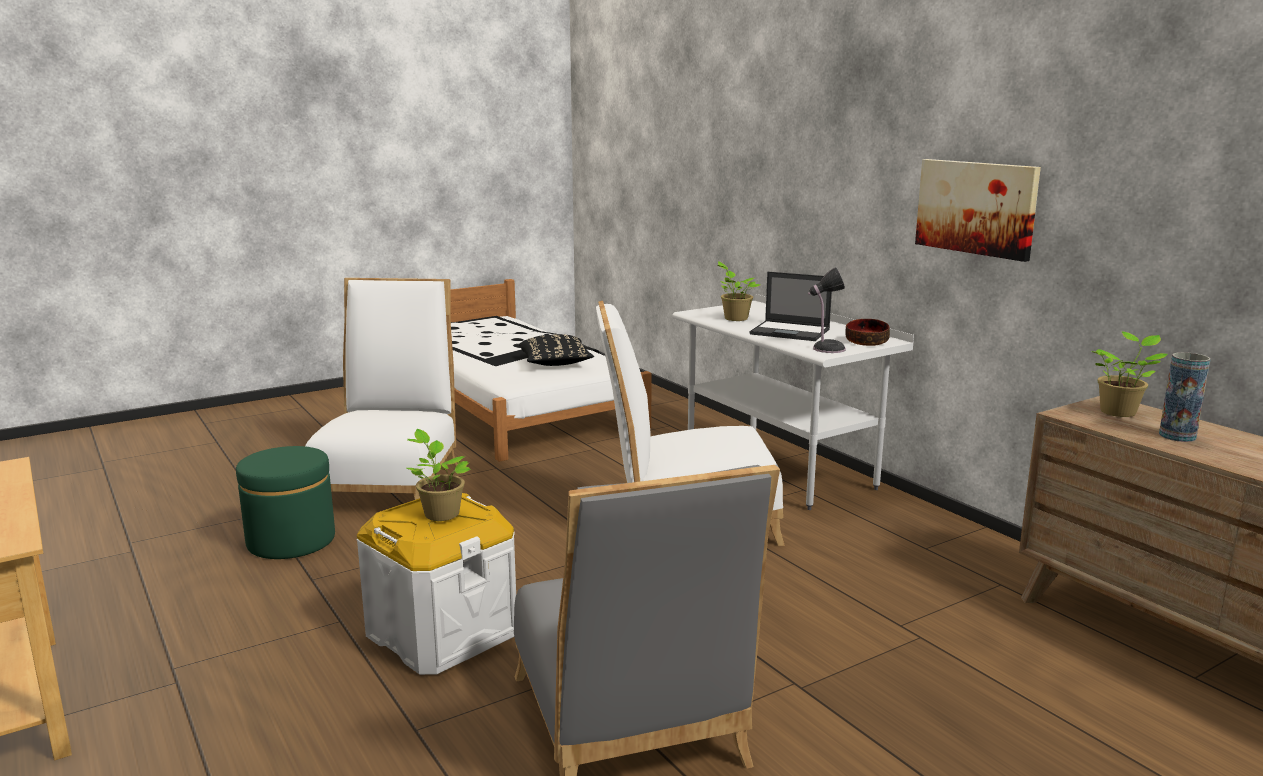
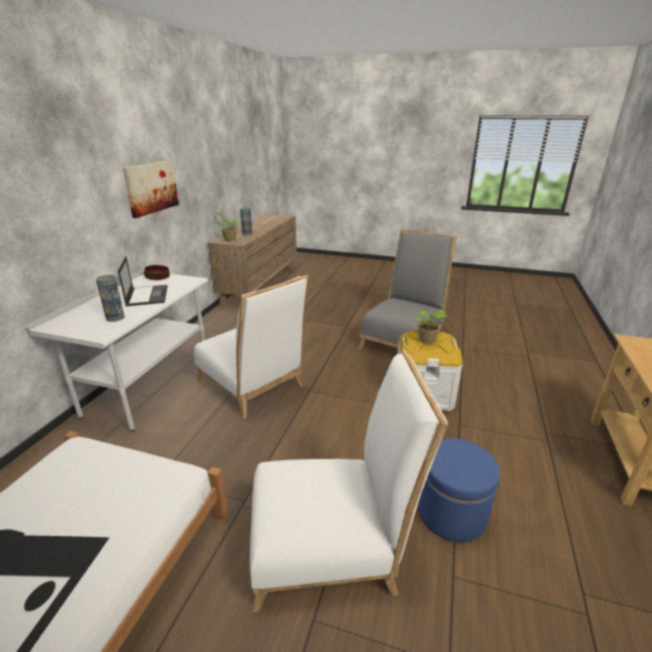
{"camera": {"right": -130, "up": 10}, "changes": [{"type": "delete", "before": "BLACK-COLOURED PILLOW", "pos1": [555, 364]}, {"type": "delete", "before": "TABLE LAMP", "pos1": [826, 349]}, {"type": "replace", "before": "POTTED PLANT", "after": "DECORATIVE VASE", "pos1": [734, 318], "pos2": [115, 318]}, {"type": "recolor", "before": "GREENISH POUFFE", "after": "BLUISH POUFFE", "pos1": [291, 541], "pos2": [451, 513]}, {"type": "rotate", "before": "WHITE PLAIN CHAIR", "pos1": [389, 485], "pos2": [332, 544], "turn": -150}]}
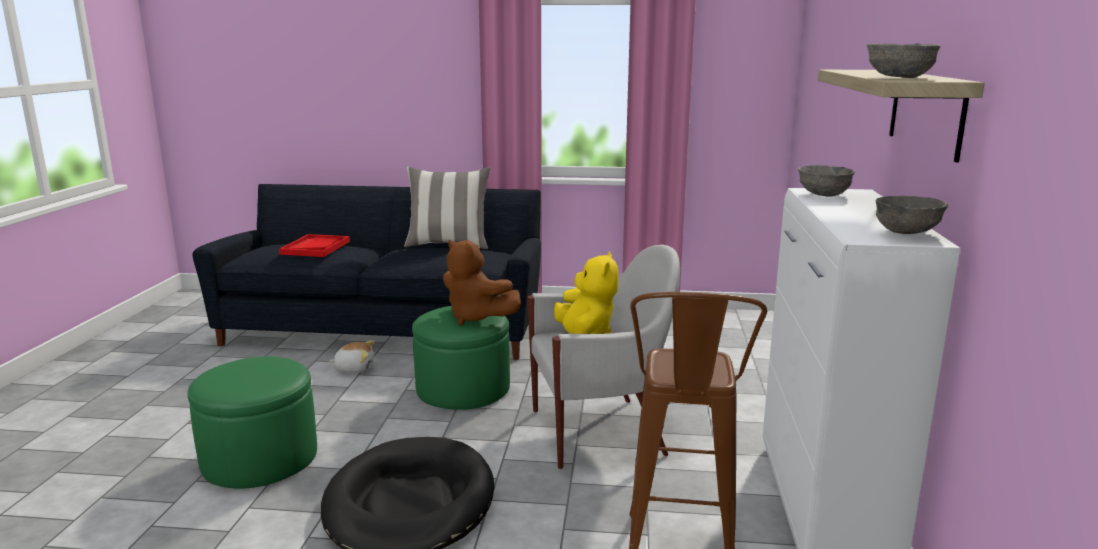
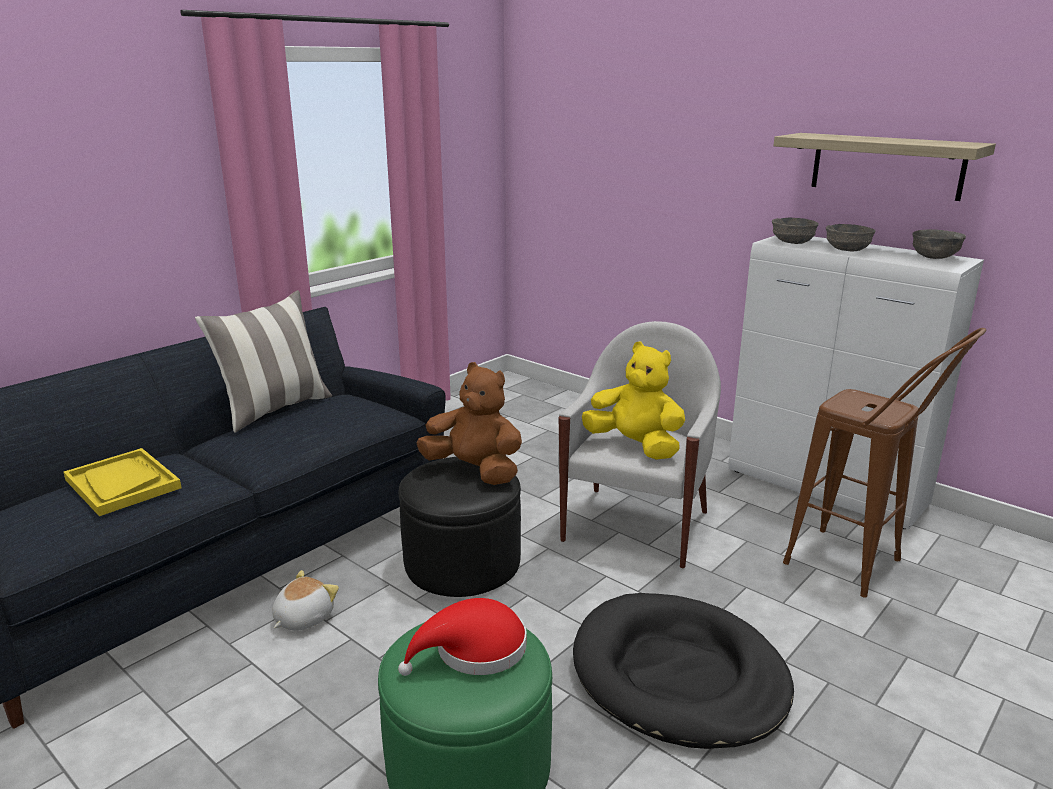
{"camera": {"right": -55, "up": 5}, "changes": [{"type": "insert", "after": "REDDISH HAT", "pos2": [474, 650]}, {"type": "move", "before": "GRAY BOWL", "pos1": [898, 77], "pos2": [846, 250]}, {"type": "recolor", "before": "REDDISH TRAY", "after": "YELLOW TRAY", "pos1": [315, 247], "pos2": [122, 484]}, {"type": "recolor", "before": "GREENISH POUFFE", "after": "BLACK-COLOURED POUFFE", "pos1": [463, 389], "pos2": [462, 562]}, {"type": "rotate", "before": "BROWN-COLOURED SOFT TOY", "pos1": [476, 318], "pos2": [475, 471], "turn": -135}]}
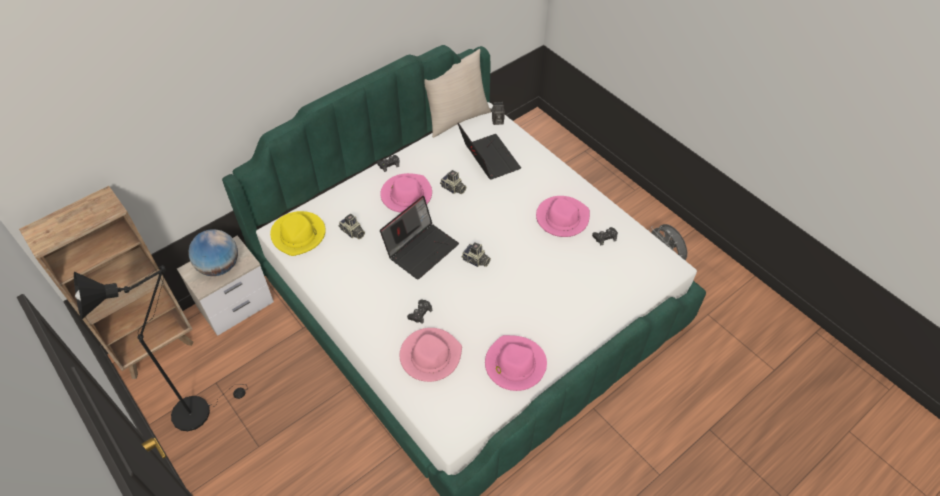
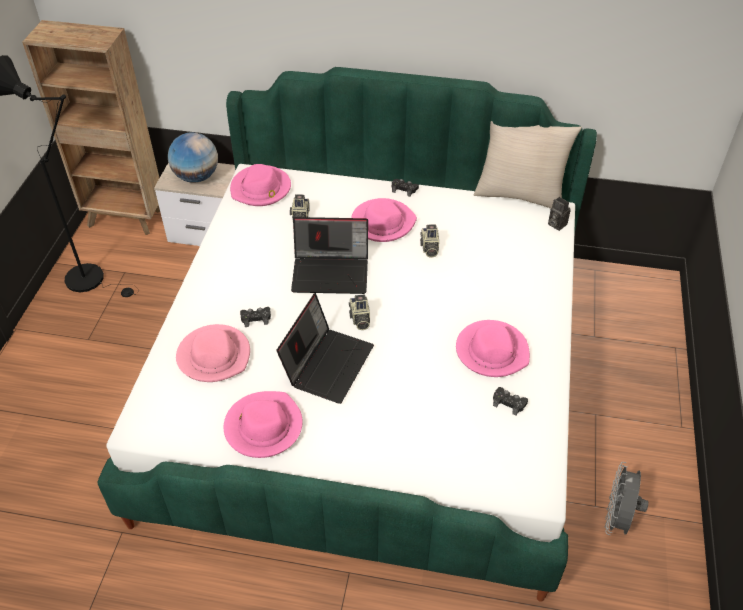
{"camera": {"right": 50, "up": -5}, "changes": [{"type": "move", "before": "LAPTOP", "pos1": [487, 158], "pos2": [327, 363]}, {"type": "recolor", "before": "YELLOW HAT", "after": "PINK HAT", "pos1": [299, 235], "pos2": [261, 189]}]}
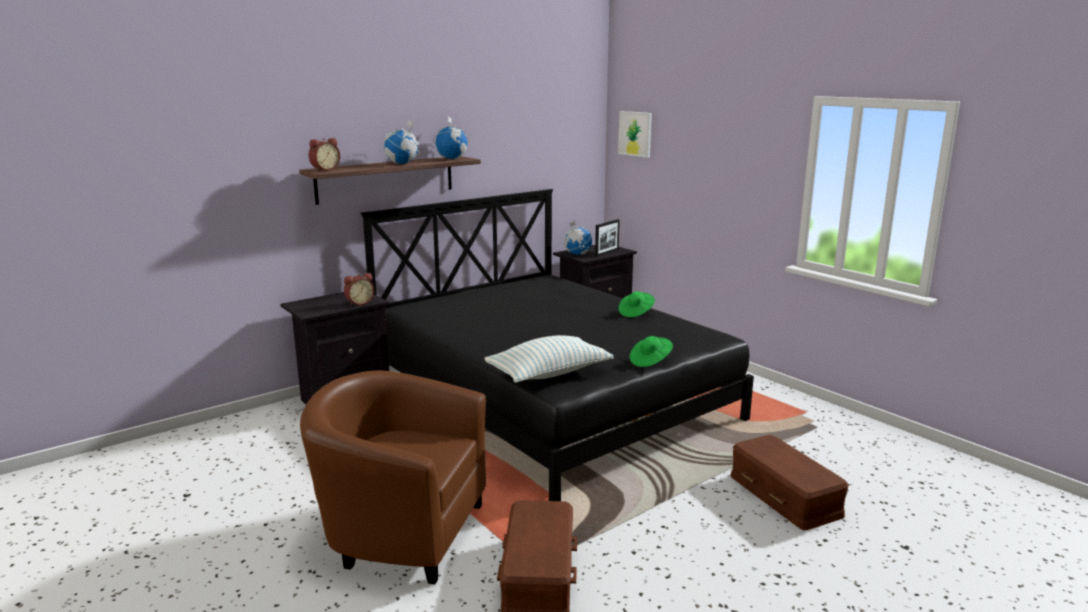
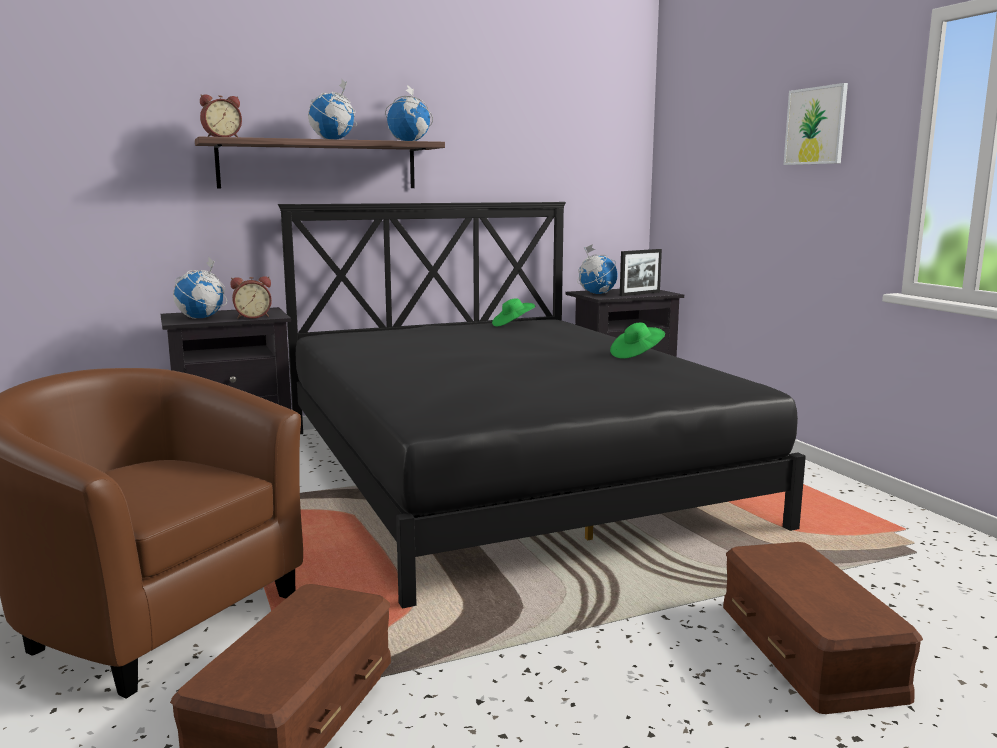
{"camera": {"right": 15, "up": -5}, "changes": [{"type": "delete", "before": "PILLOW", "pos1": [549, 374]}, {"type": "insert", "after": "WORLD GLOBE", "pos2": [201, 318]}, {"type": "move", "before": "WALL PICTURE", "pos1": [635, 133], "pos2": [815, 126]}, {"type": "move", "before": "GREENISH HAT", "pos1": [650, 361], "pos2": [513, 325]}]}
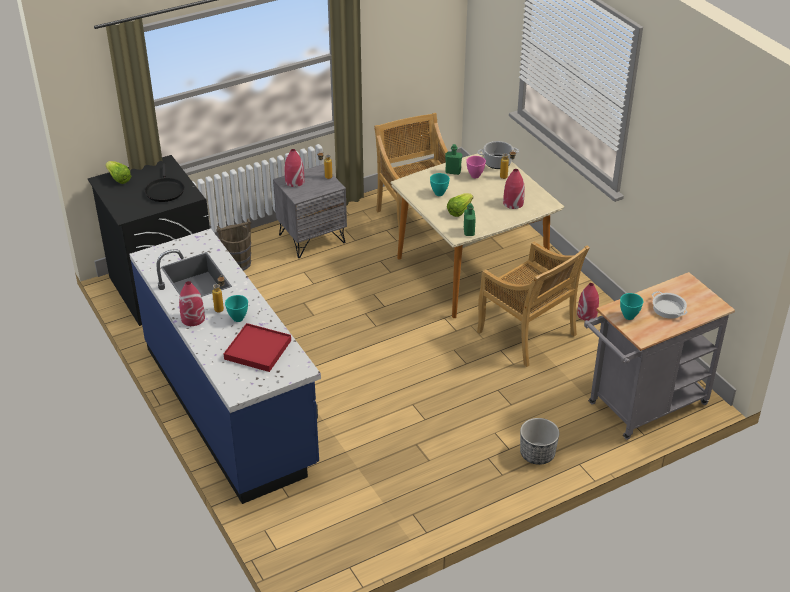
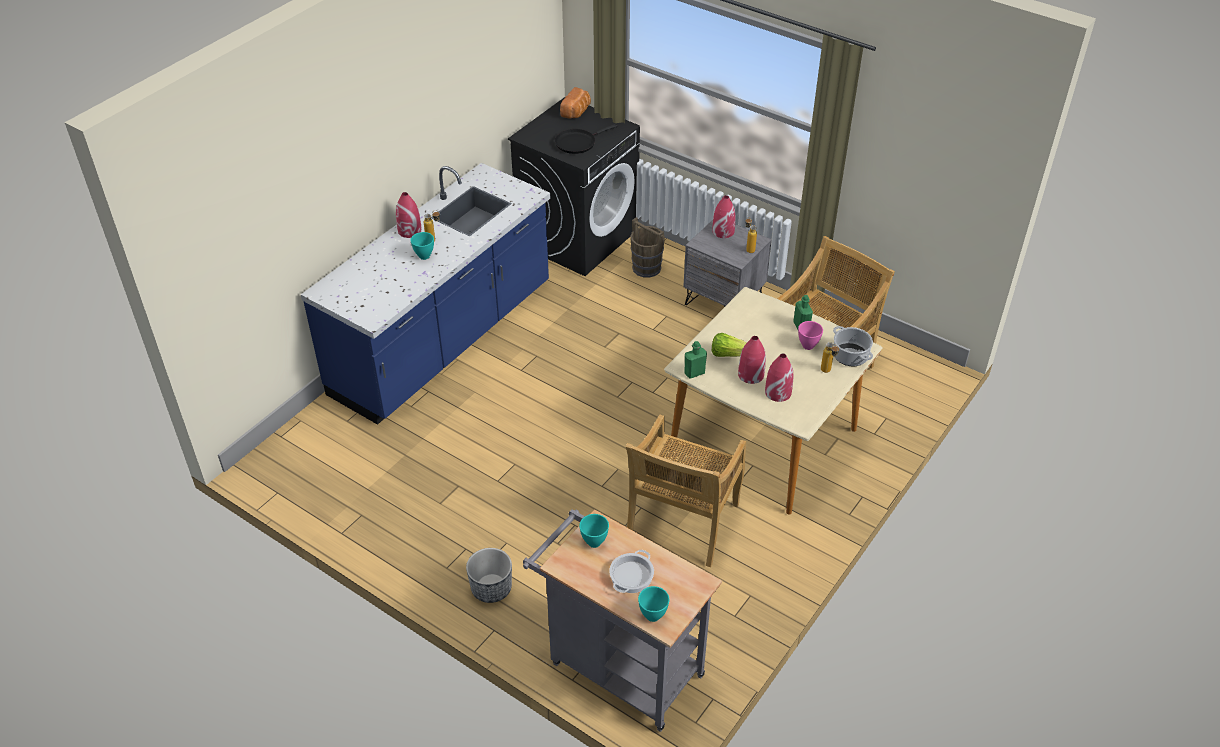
{"camera": {"right": 65, "up": 5}, "changes": [{"type": "delete", "before": "REDDISH TRAY", "pos1": [257, 350]}, {"type": "move", "before": "TURQUOISE BOWL", "pos1": [438, 193], "pos2": [652, 615]}, {"type": "move", "before": "REDDISH DECORATIVE VASE", "pos1": [587, 314], "pos2": [750, 375]}, {"type": "replace", "before": "LETTUCE HEAD", "after": "BREAD", "pos1": [118, 179], "pos2": [577, 112]}]}
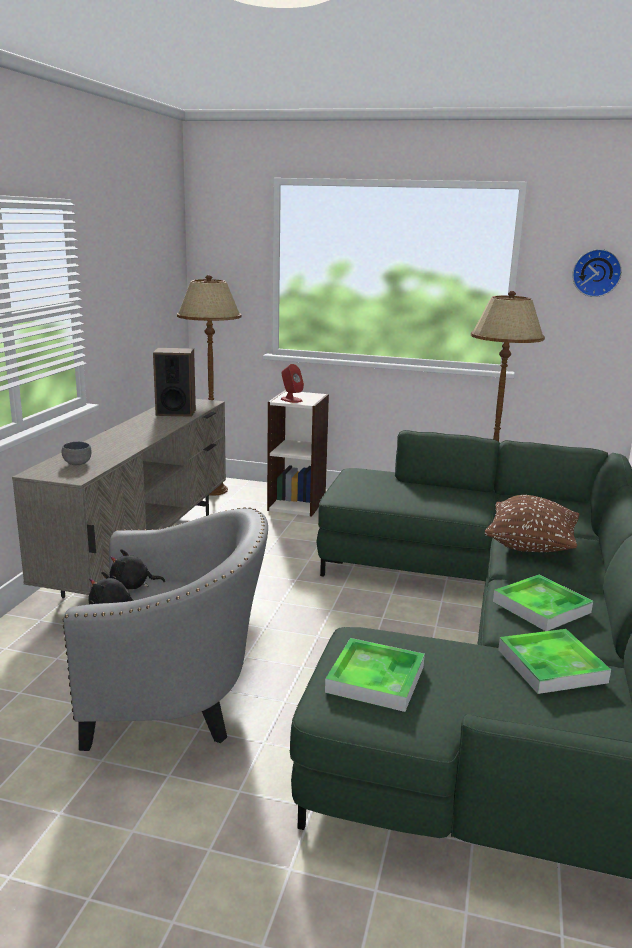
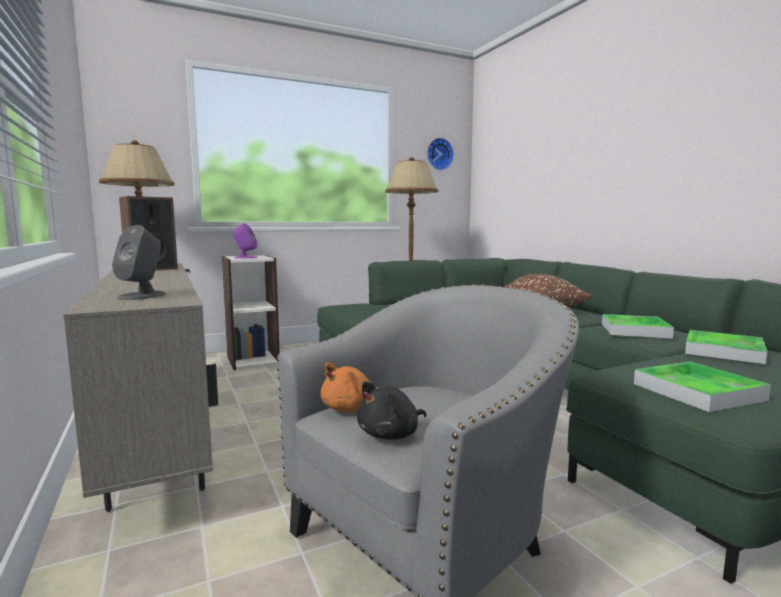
{"camera": {"right": -40, "up": -10}, "changes": [{"type": "replace", "before": "GRAY BOWL", "after": "GRAY AUDIO SPEAKER", "pos1": [78, 464], "pos2": [142, 296]}, {"type": "recolor", "before": "BLACK-COLOURED SOFT TOY", "after": "ORANGE-COLOURED SOFT TOY", "pos1": [133, 585], "pos2": [351, 409]}, {"type": "recolor", "before": "REDDISH AUDIO SPEAKER", "after": "PURPLISH AUDIO SPEAKER", "pos1": [291, 400], "pos2": [245, 257]}]}
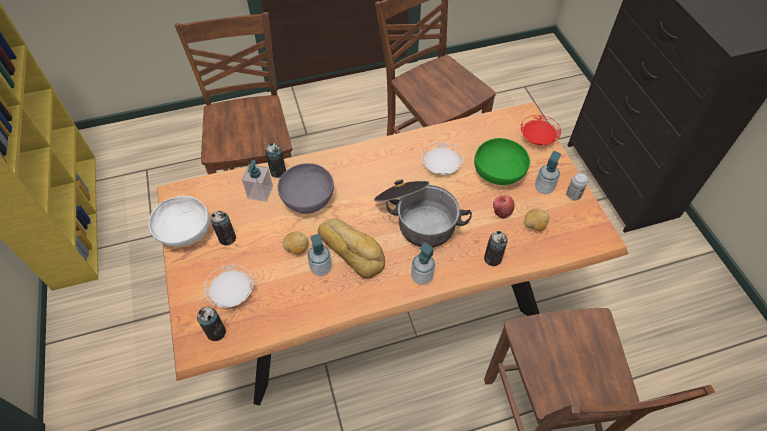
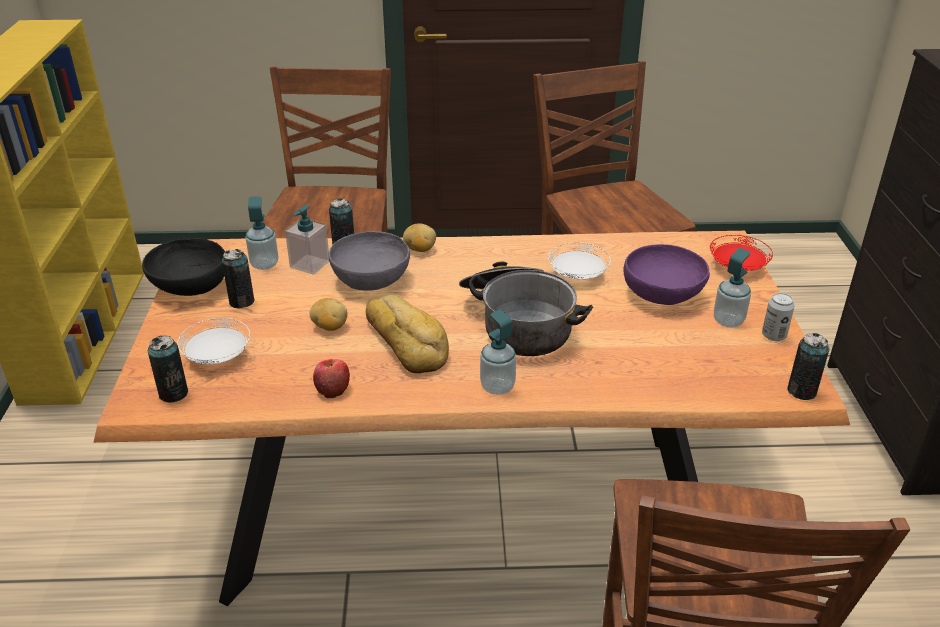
{"camera": {"right": 15, "up": -20}, "changes": [{"type": "move", "before": "LIQUID SOAP BOTTLE", "pos1": [321, 268], "pos2": [264, 264]}, {"type": "move", "before": "CAN", "pos1": [492, 258], "pos2": [801, 391]}, {"type": "move", "before": "APPLE", "pos1": [501, 211], "pos2": [332, 389]}, {"type": "move", "before": "POTATO", "pos1": [534, 225], "pos2": [419, 249]}, {"type": "recolor", "before": "WHITE BOWL", "after": "BLACK-COLOURED BOWL", "pos1": [184, 232], "pos2": [189, 287]}, {"type": "recolor", "before": "GREENISH BOWL", "after": "PURPLISH BOWL", "pos1": [499, 172], "pos2": [663, 294]}]}
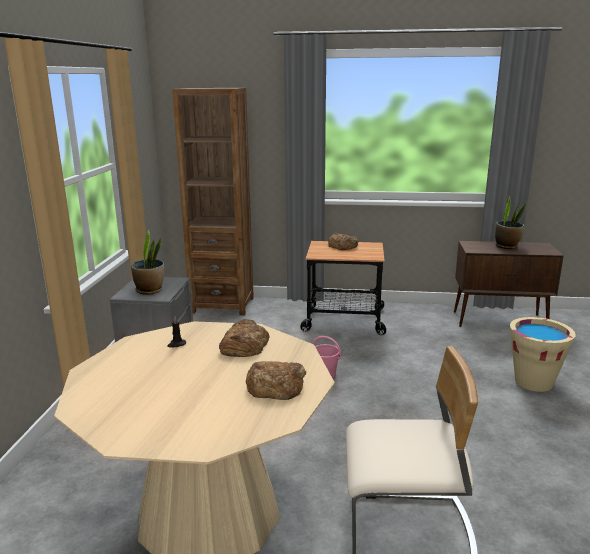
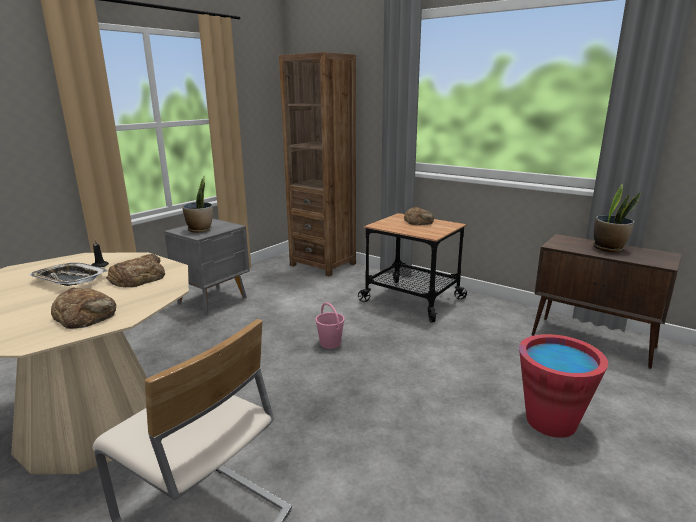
{"camera": {"right": 30, "up": 0}, "changes": [{"type": "insert", "after": "TRAY", "pos2": [69, 279]}, {"type": "recolor", "before": "BEIGE-COLOURED WATER BUCKET", "after": "REDDISH WATER BUCKET", "pos1": [533, 382], "pos2": [551, 421]}]}
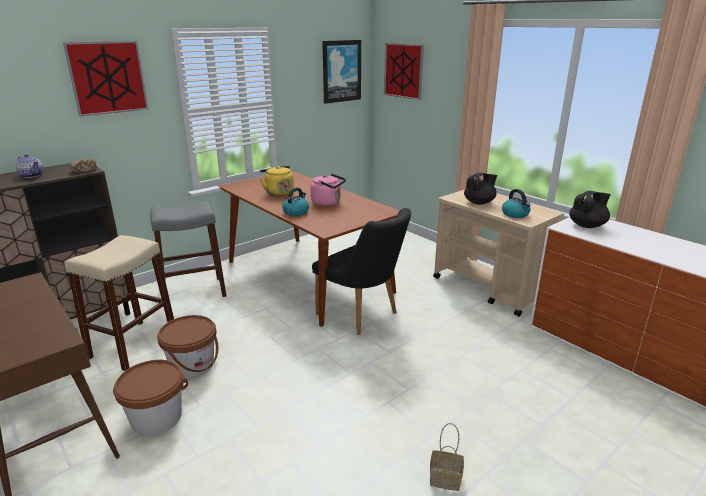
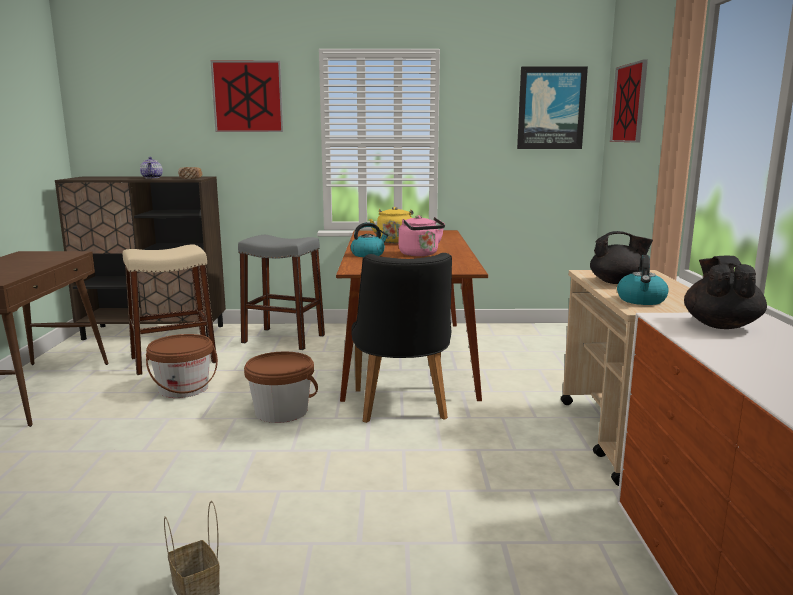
{"camera": {"right": 40, "up": -10}, "changes": [{"type": "move", "before": "BROWN-COLOURED WATER BUCKET", "pos1": [156, 417], "pos2": [281, 412]}, {"type": "rotate", "before": "BLACK-COLOURED POT FOR TEA", "pos1": [587, 225], "pos2": [720, 325], "turn": -90}]}
